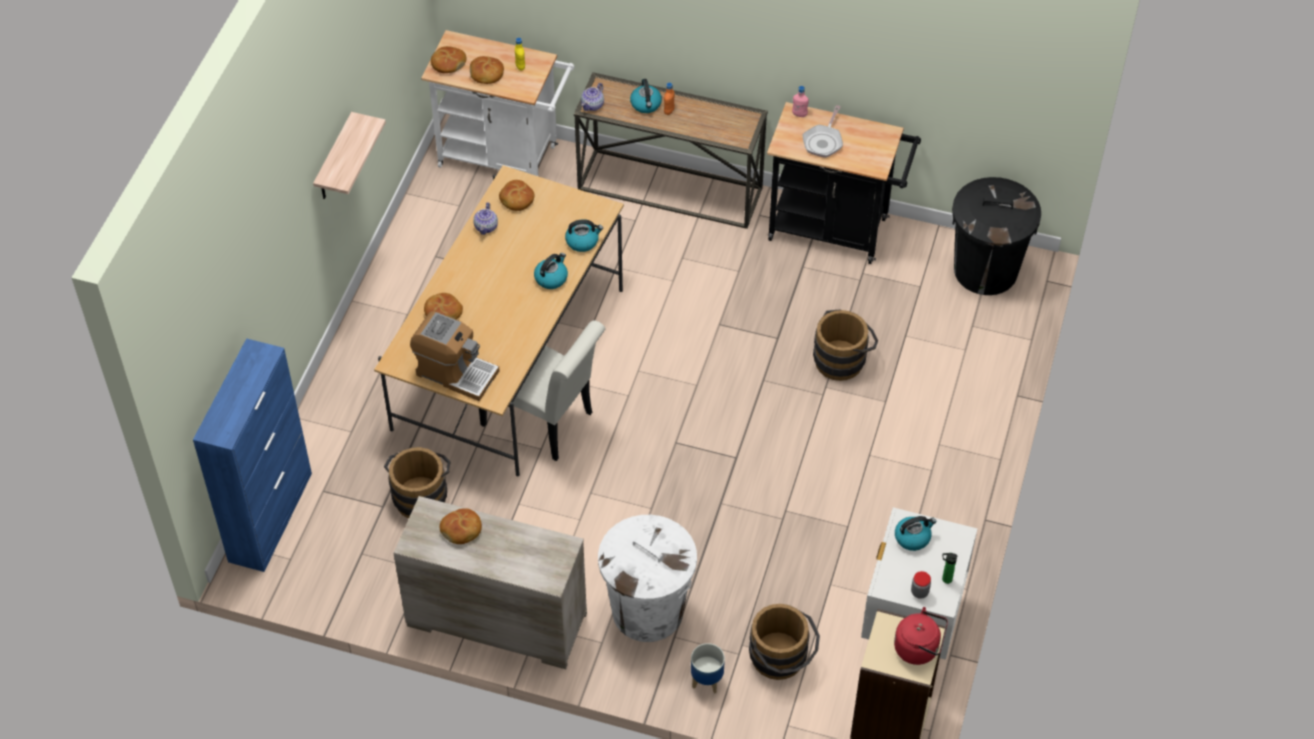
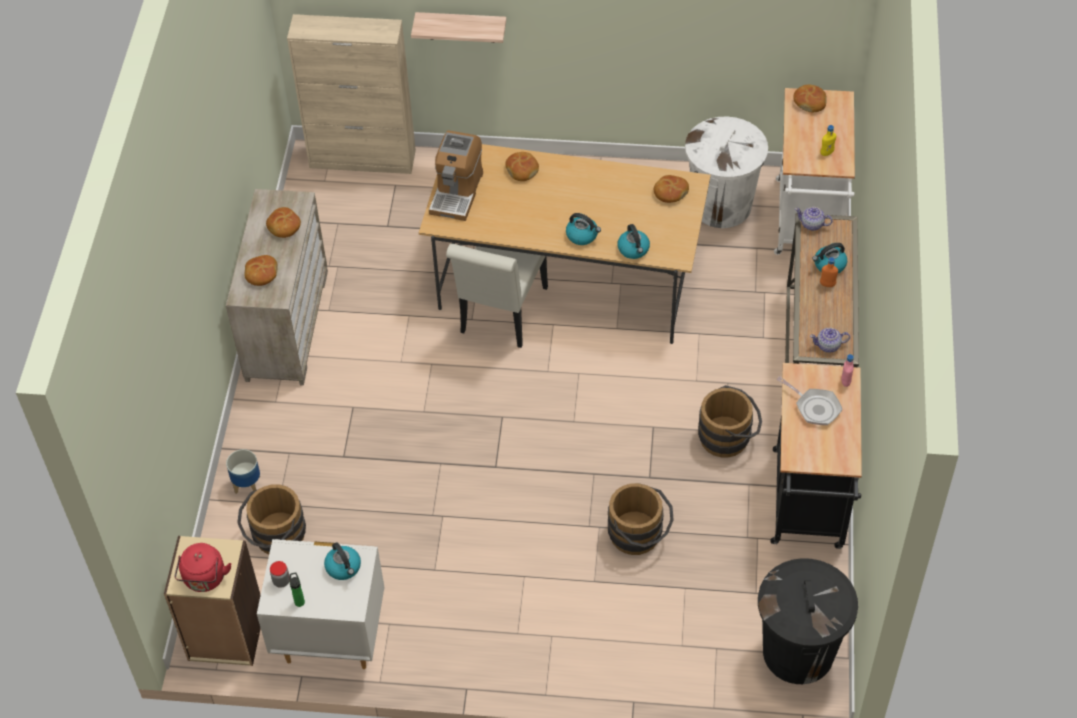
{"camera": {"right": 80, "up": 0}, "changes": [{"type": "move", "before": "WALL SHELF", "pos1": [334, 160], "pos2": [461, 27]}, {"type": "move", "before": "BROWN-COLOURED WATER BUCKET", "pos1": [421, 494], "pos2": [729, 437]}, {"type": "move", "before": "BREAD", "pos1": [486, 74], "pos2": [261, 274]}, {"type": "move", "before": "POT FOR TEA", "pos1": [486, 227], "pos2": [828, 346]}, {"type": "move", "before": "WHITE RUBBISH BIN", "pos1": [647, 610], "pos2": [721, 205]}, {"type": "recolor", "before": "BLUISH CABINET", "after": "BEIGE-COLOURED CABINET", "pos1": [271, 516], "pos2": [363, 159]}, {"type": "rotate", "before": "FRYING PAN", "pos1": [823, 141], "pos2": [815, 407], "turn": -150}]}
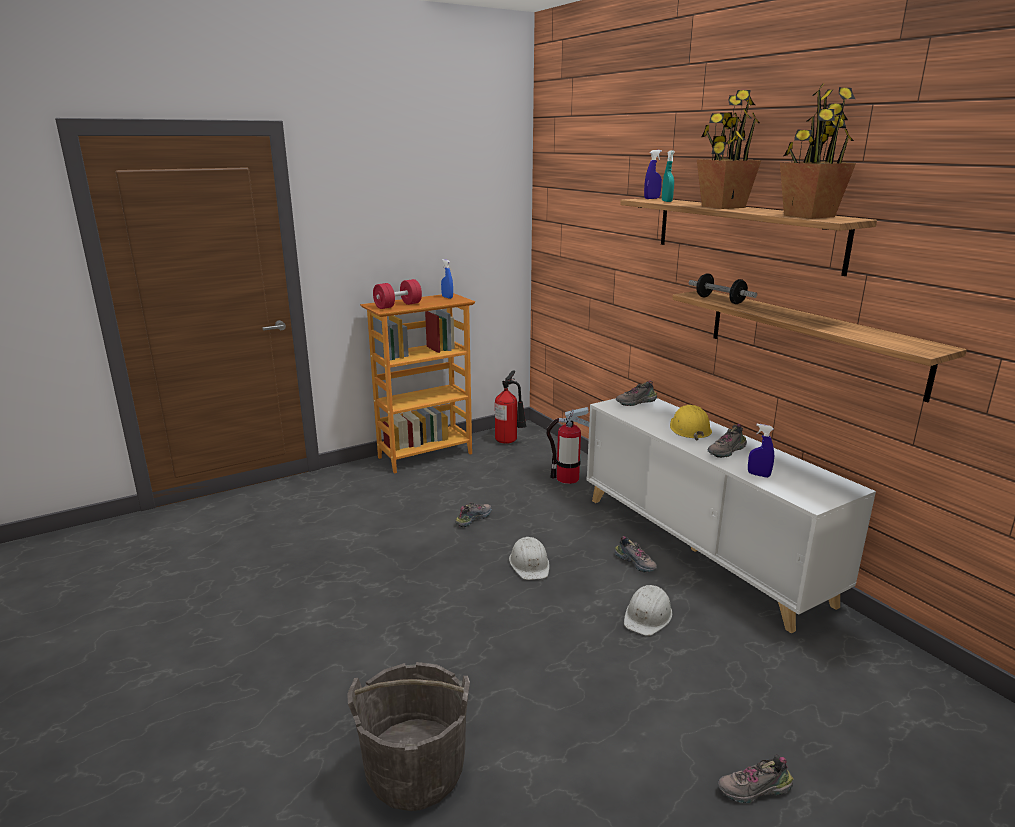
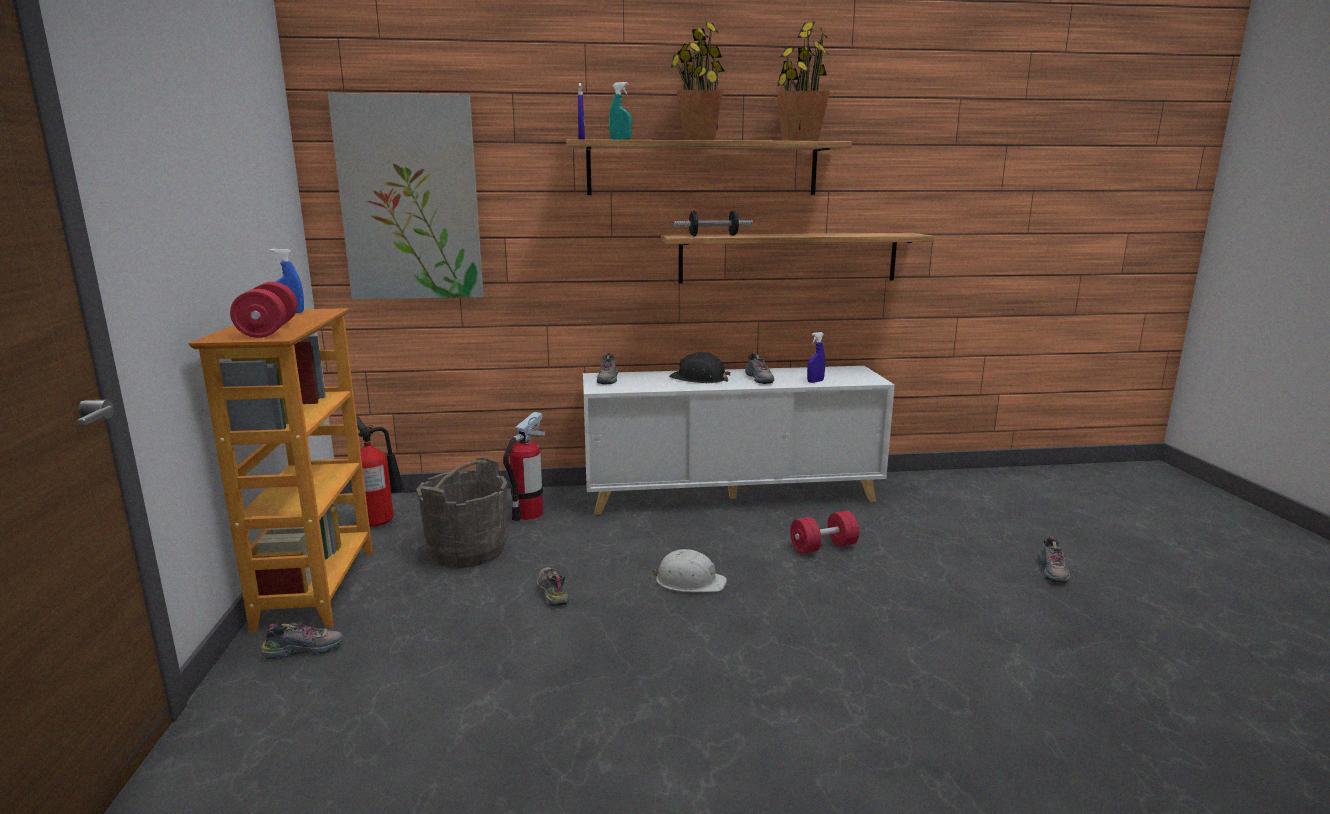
{"camera": {"right": -65, "up": -5}, "changes": [{"type": "insert", "after": "WALL PICTURE", "pos2": [410, 199]}, {"type": "move", "before": "GRAY WATER BUCKET", "pos1": [415, 770], "pos2": [467, 550]}, {"type": "move", "before": "SHOE", "pos1": [636, 563], "pos2": [304, 650]}, {"type": "replace", "before": "WHITE SAFETY HELMET", "after": "REDDISH DUMBBELL", "pos1": [648, 616], "pos2": [823, 547]}, {"type": "recolor", "before": "YELLOW SAFETY HELMET", "after": "BLACK-COLOURED SAFETY HELMET", "pos1": [689, 429], "pos2": [699, 378]}]}
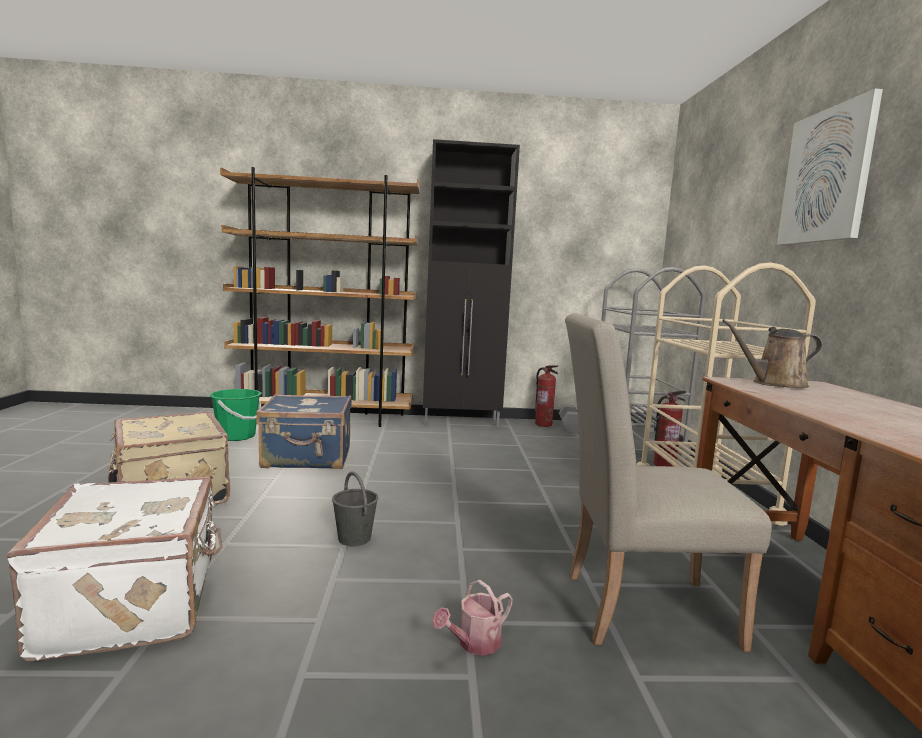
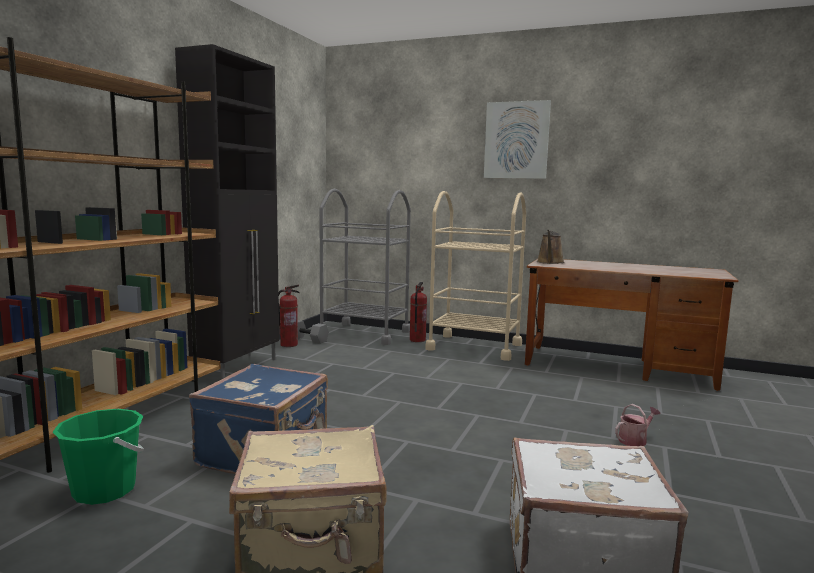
{"camera": {"right": -65, "up": 0}, "changes": [{"type": "delete", "before": "GRAY WATER BUCKET", "pos1": [354, 538]}, {"type": "delete", "before": "BEIGE-COLOURED PLAIN CHAIR", "pos1": [635, 607]}, {"type": "rotate", "before": "WATERING CAN", "pos1": [474, 643], "pos2": [635, 440], "turn": -105}]}
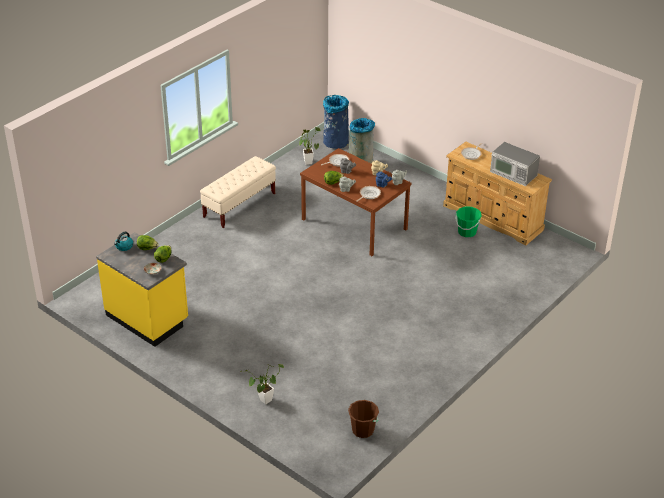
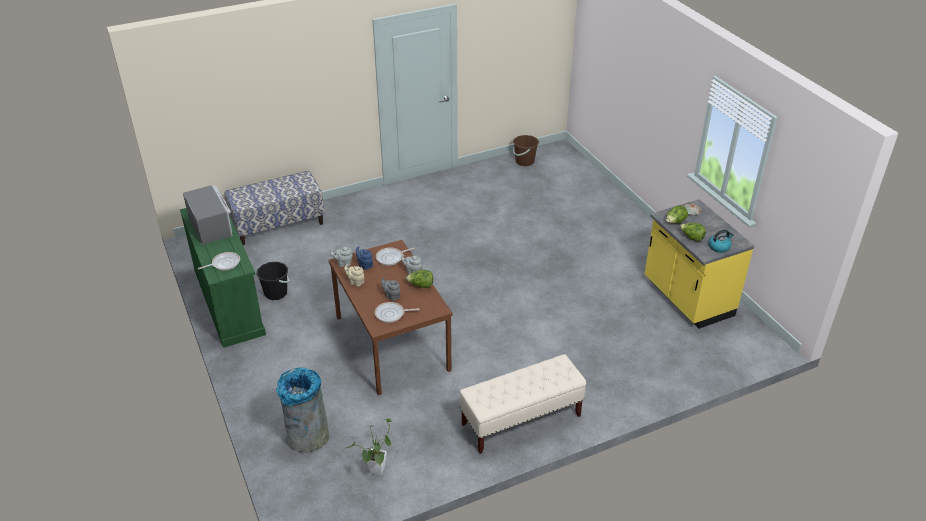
{"camera": {"right": -155, "up": 0}, "changes": [{"type": "delete", "before": "POTTED PLANT", "pos1": [263, 401]}, {"type": "delete", "before": "BLUISH RUBBISH BIN", "pos1": [335, 142]}, {"type": "insert", "after": "BENCH", "pos2": [278, 224]}, {"type": "recolor", "before": "BEIGE-COLOURED CHEST OF DRAWERS", "after": "GREENISH CHEST OF DRAWERS", "pos1": [493, 218], "pos2": [228, 301]}, {"type": "recolor", "before": "GREENISH WATER BUCKET", "after": "BLACK-COLOURED WATER BUCKET", "pos1": [467, 232], "pos2": [276, 293]}]}
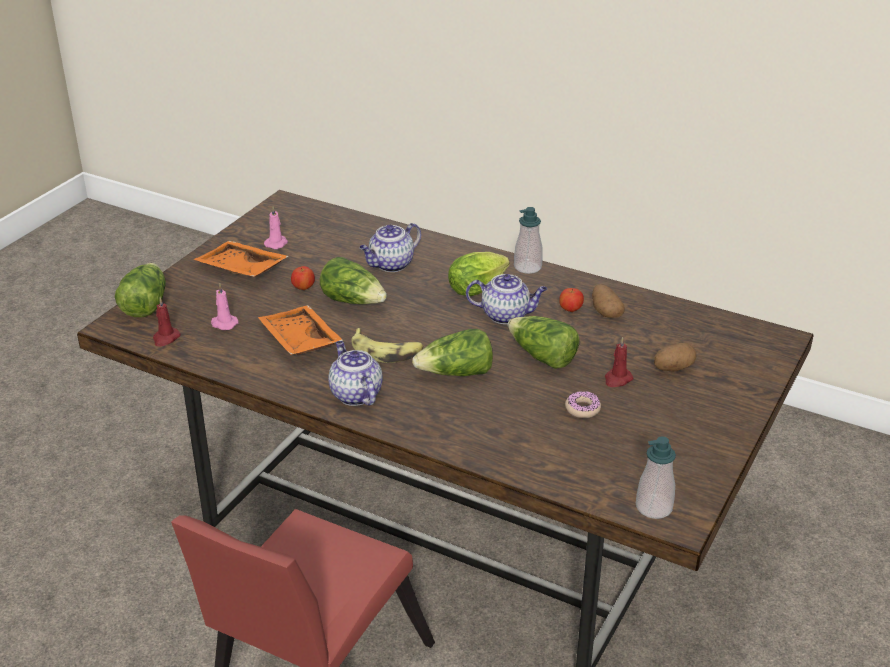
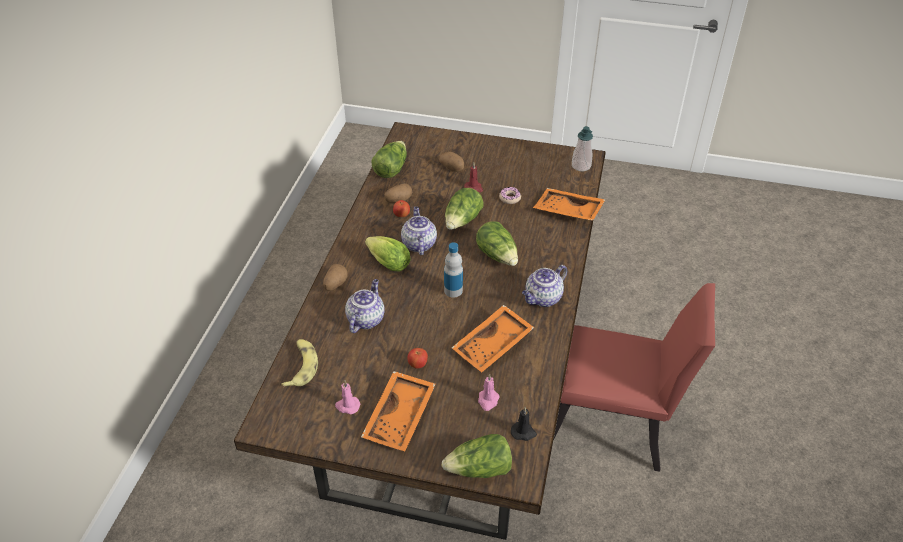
{"camera": {"right": -105, "up": 10}, "changes": [{"type": "delete", "before": "LIQUID SOAP BOTTLE", "pos1": [527, 267]}, {"type": "insert", "after": "POTATO", "pos2": [335, 284]}, {"type": "insert", "after": "BEVERAGE BOTTLE", "pos2": [453, 290]}, {"type": "insert", "after": "ORANGE-COLOURED TRAY", "pos2": [567, 212]}, {"type": "move", "before": "LETTUCE HEAD", "pos1": [353, 301], "pos2": [391, 168]}, {"type": "move", "before": "BANANA", "pos1": [387, 351], "pos2": [301, 366]}, {"type": "recolor", "before": "REDDISH WAX LIGHT", "after": "BLACK-COLOURED WAX LIGHT", "pos1": [165, 338], "pos2": [523, 432]}, {"type": "rotate", "before": "POT FOR TEA", "pos1": [391, 265], "pos2": [365, 319], "turn": -105}]}
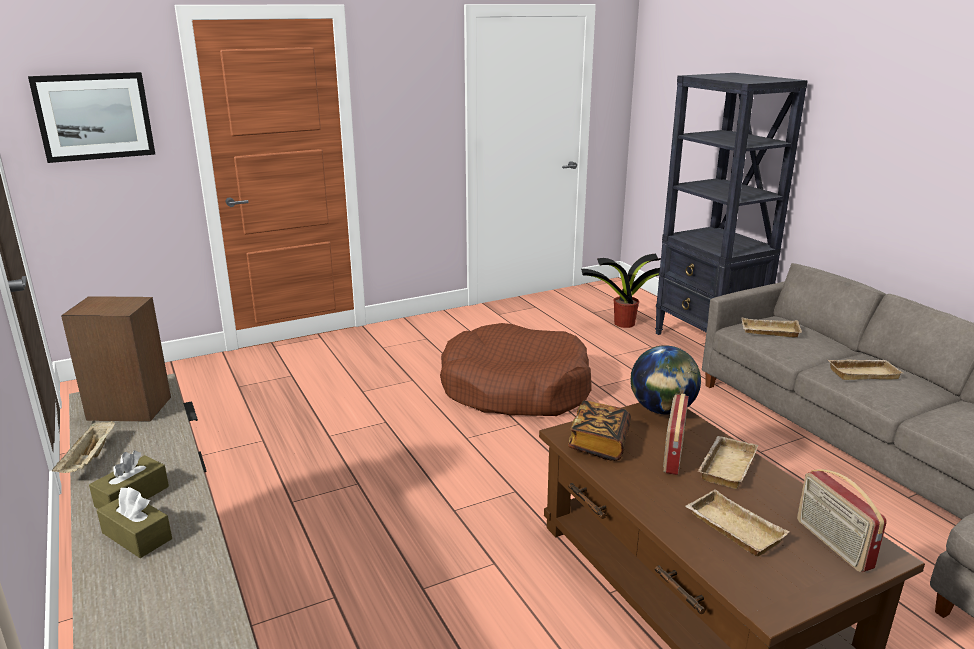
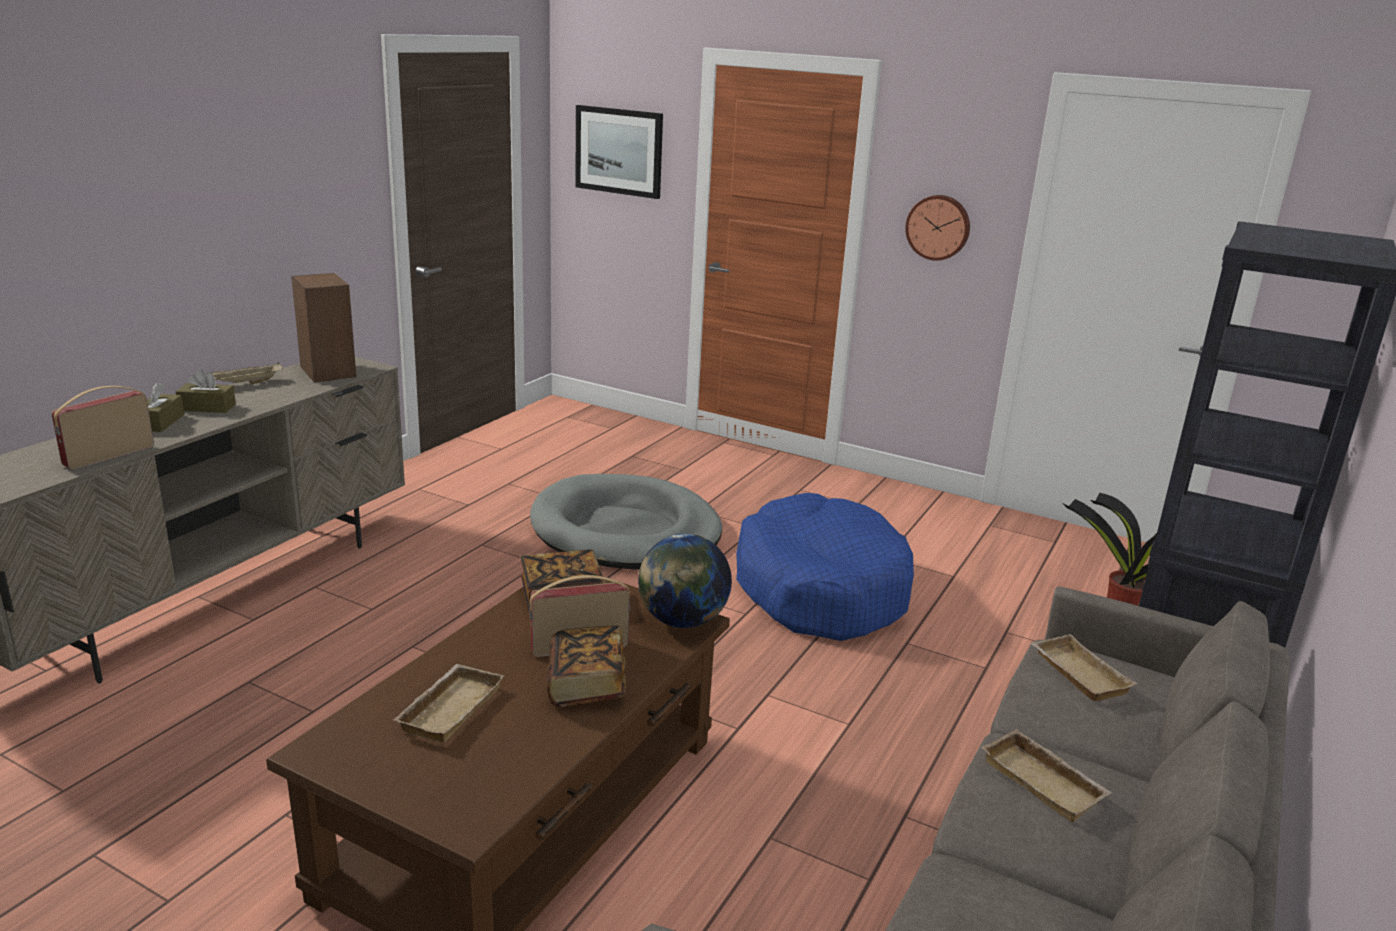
{"camera": {"right": 55, "up": 0}, "changes": [{"type": "insert", "after": "GRAY DOG CUSHION", "pos2": [625, 531]}, {"type": "insert", "after": "CLOCK ON THE WALL", "pos2": [938, 227]}, {"type": "move", "before": "RADIO", "pos1": [832, 544], "pos2": [108, 456]}, {"type": "replace", "before": "BEIGE-COLOURED TRAY", "after": "BOUND BOOK", "pos1": [725, 465], "pos2": [586, 684]}, {"type": "recolor", "before": "BROWN-COLOURED DOG CUSHION", "after": "BLUISH DOG CUSHION", "pos1": [515, 388], "pos2": [820, 589]}]}
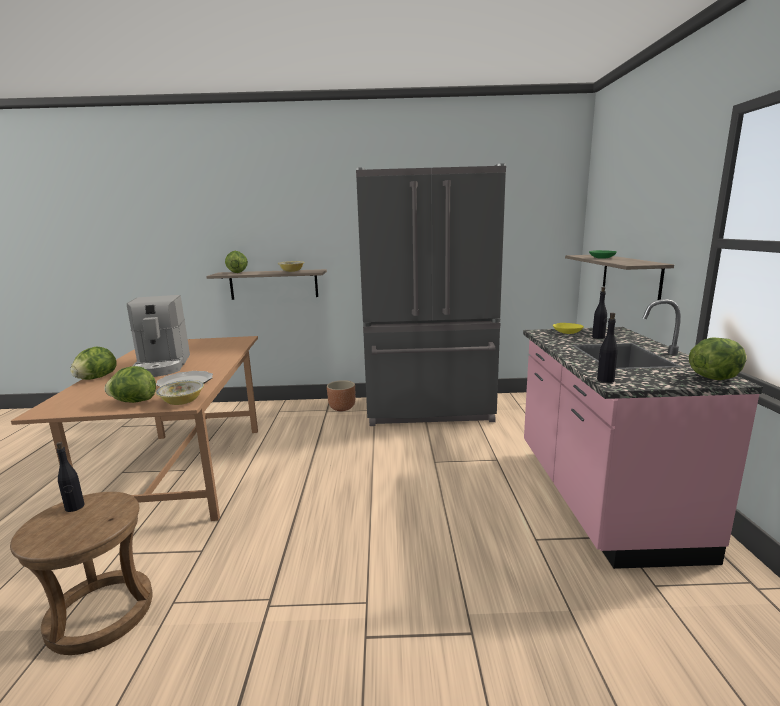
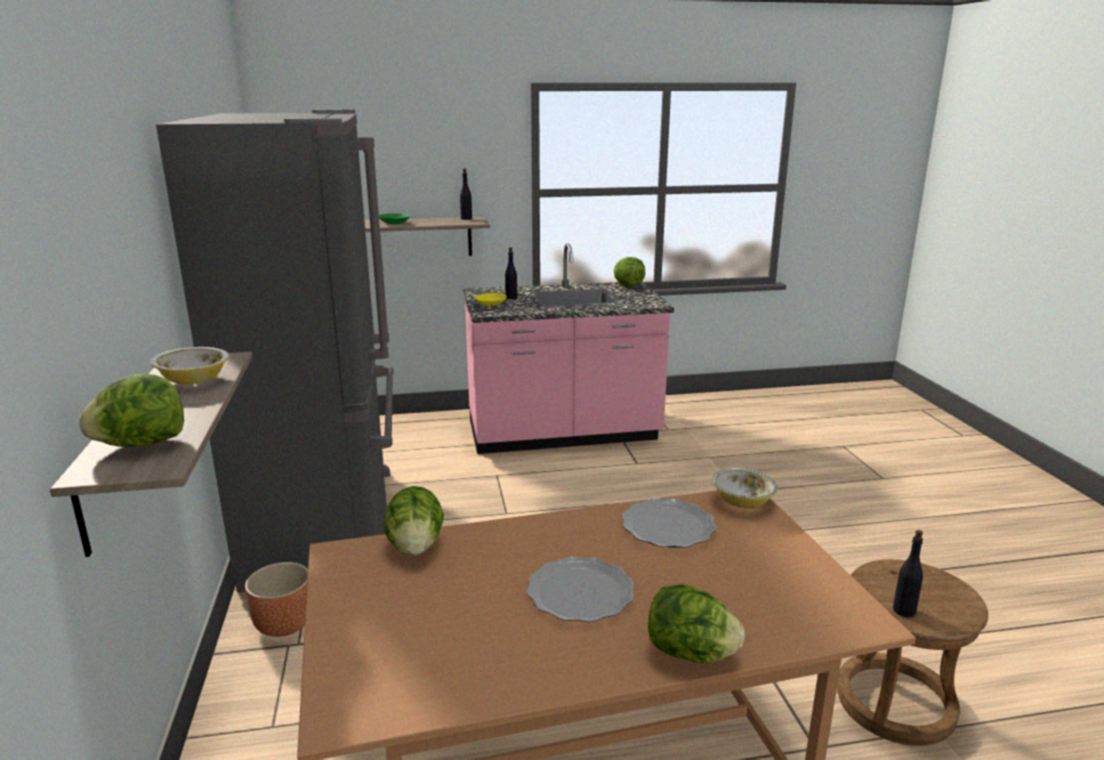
{"camera": {"right": -100, "up": 5}, "changes": [{"type": "move", "before": "LETTUCE HEAD", "pos1": [134, 401], "pos2": [416, 547]}, {"type": "move", "before": "BLACK-COLOURED BEVERAGE BOTTLE", "pos1": [605, 380], "pos2": [466, 219]}, {"type": "replace", "before": "COFFEE MACHINE", "after": "FLAT DISH", "pos1": [163, 365], "pos2": [579, 593]}]}
